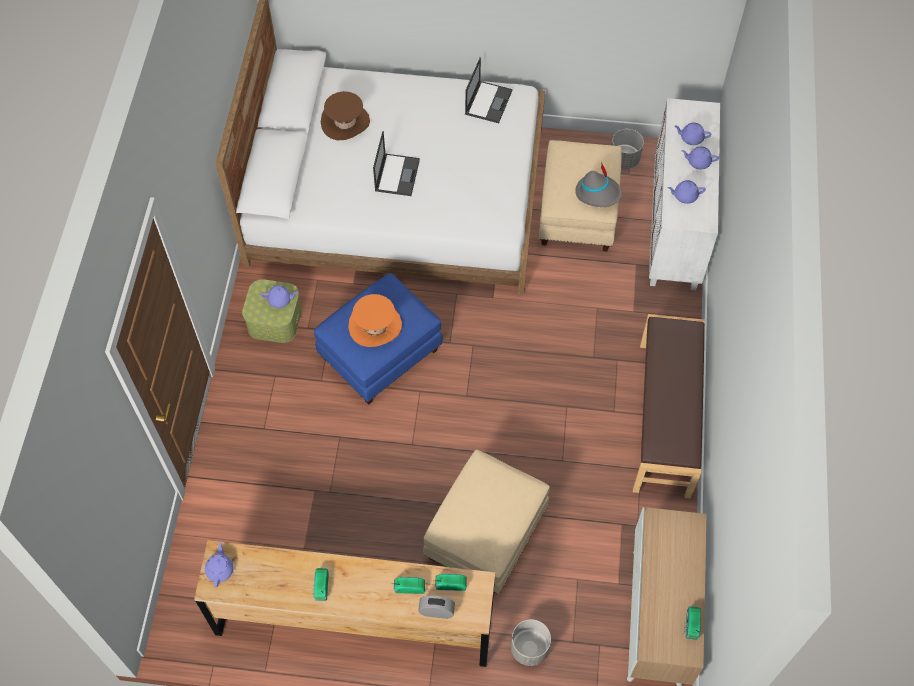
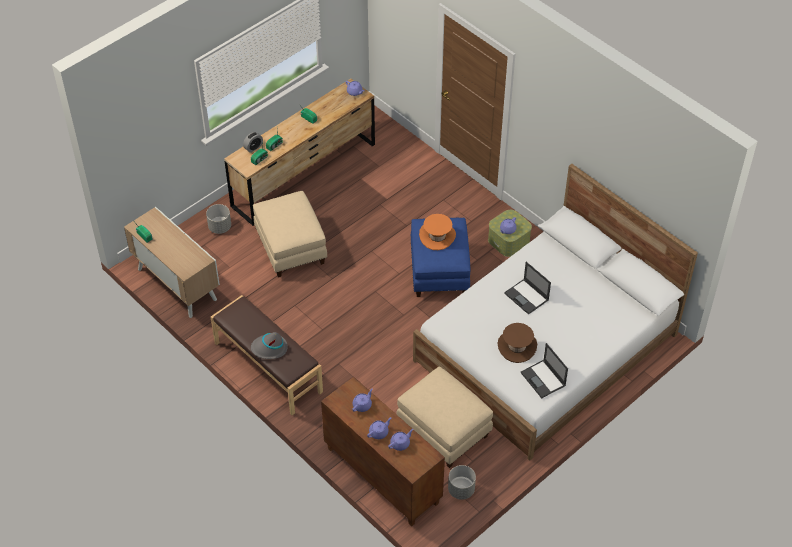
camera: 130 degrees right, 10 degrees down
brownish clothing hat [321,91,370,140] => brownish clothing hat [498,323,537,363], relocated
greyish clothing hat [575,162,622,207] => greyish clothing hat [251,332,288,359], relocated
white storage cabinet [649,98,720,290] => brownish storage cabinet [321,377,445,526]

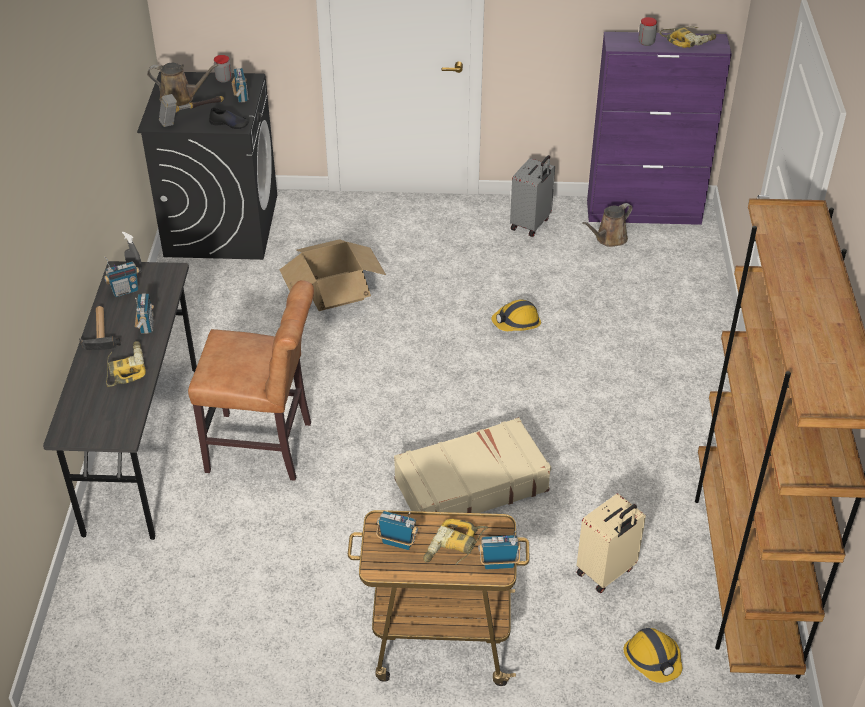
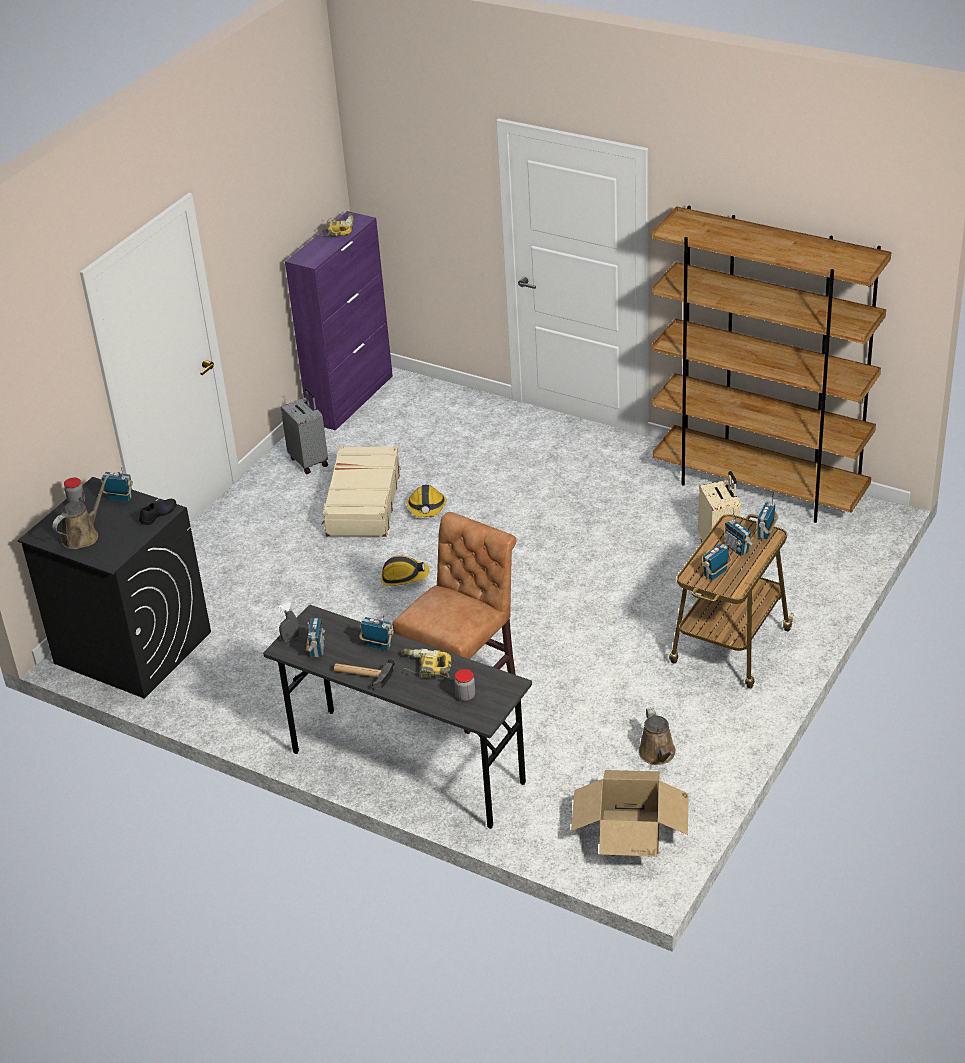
camera: 60 degrees left, 5 degrees down
hand hammer [159,94,224,127] => nothing
packing box [279,239,386,311] => packing box [571,770,689,857], relocated
beige piece of luggage [394,417,551,513] => beige piece of luggage [322,446,400,537], relocated
brownish watering pot [582,203,632,247] => brownish watering pot [638,707,676,765], relocated
safety helmet [623,628,682,683] => safety helmet [380,555,429,586], relocated
preserve jar [638,17,657,46] => preserve jar [454,669,475,701], relocated
power drill [423,519,488,565] => radio [725,508,753,556]

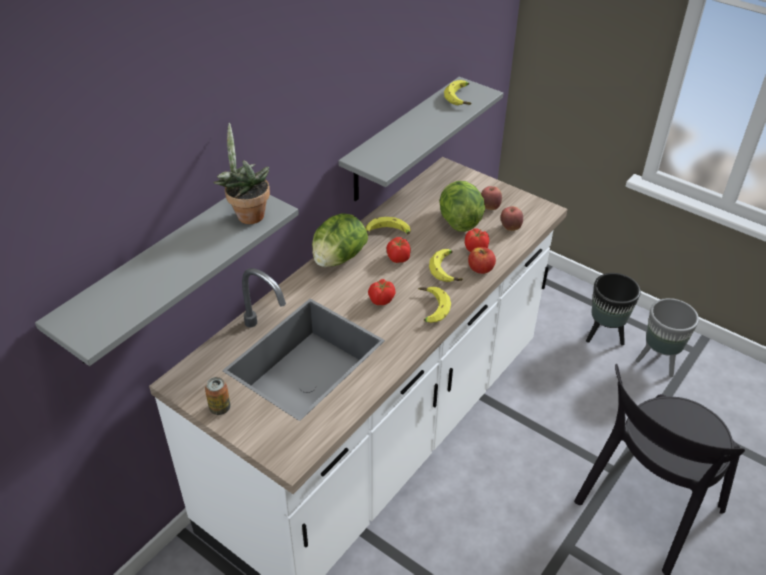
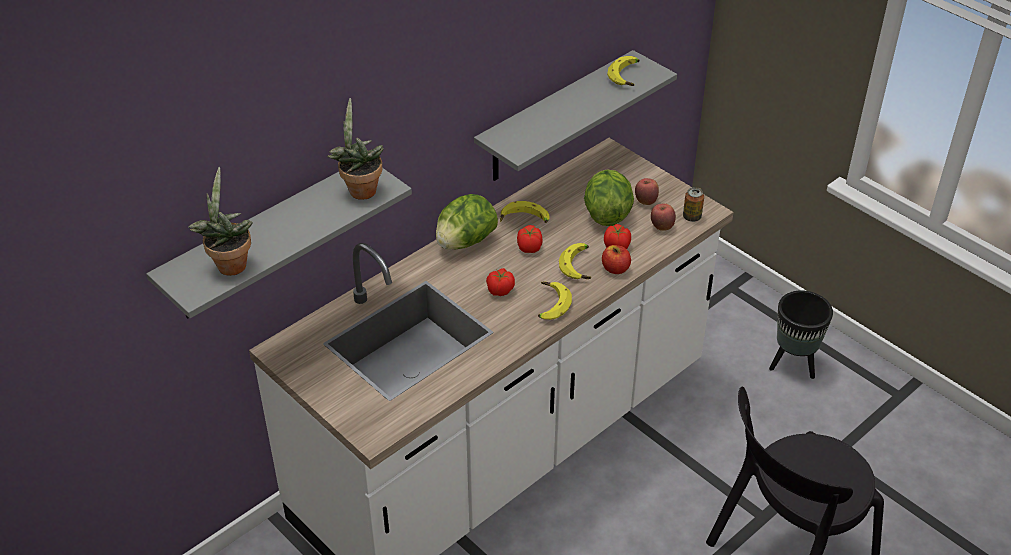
camera: 10 degrees right, 0 degrees up
greyish planter [636,298,699,378] => nothing
nothing => potted plant [188,167,253,276]
can [205,377,231,415] => can [683,187,704,222], relocated

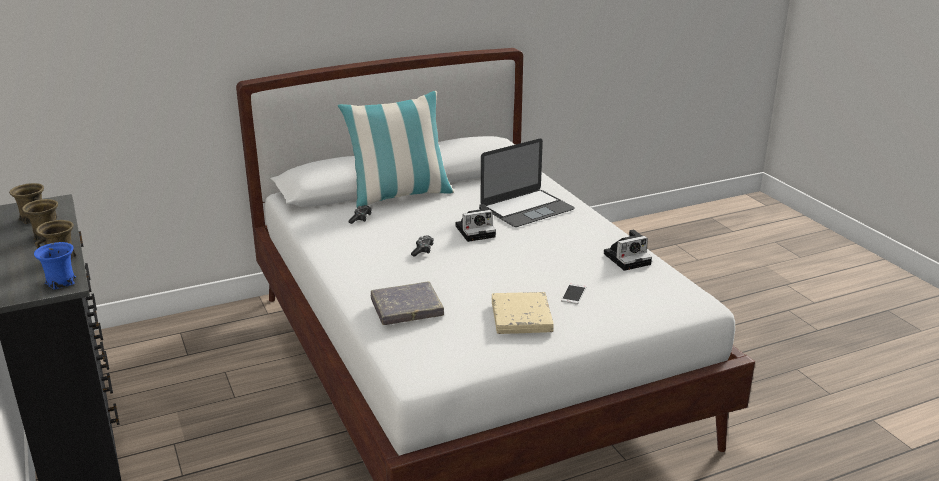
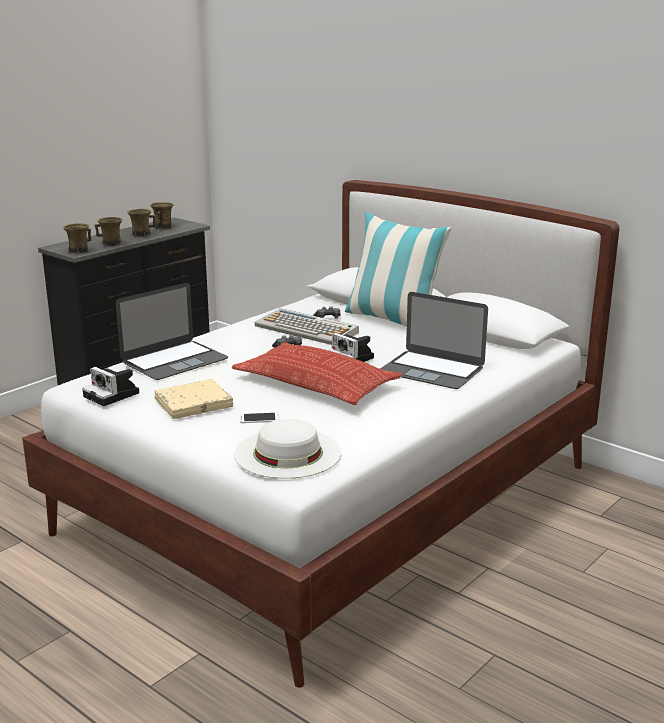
camera: 65 degrees right, 5 degrees down
nothing => pillow [232,342,403,405]
nothing => white clothing hat [234,419,342,479]
nothing => keyboard [255,308,359,345]
photo camera [604,229,652,271] => photo camera [82,367,139,406], relocated
greyish bound book [371,281,444,325] => notebook computer [116,283,228,380]
blue coffee mug [34,242,76,289] => brownish coffee mug [63,223,92,253]

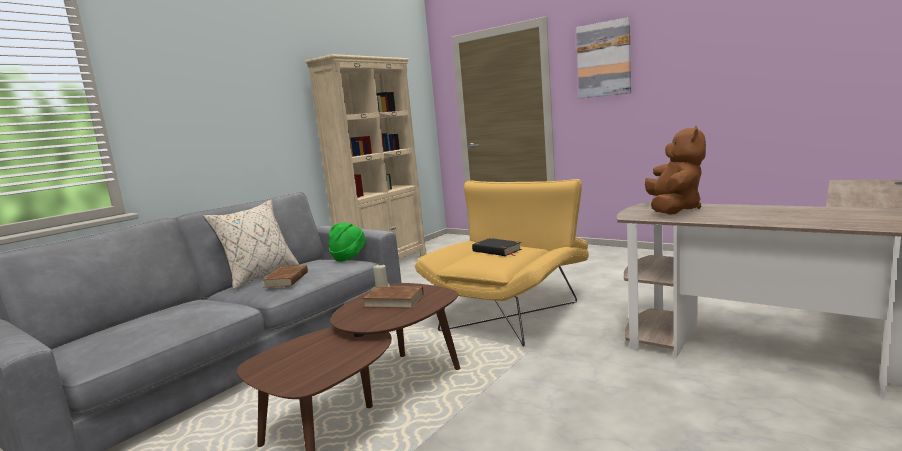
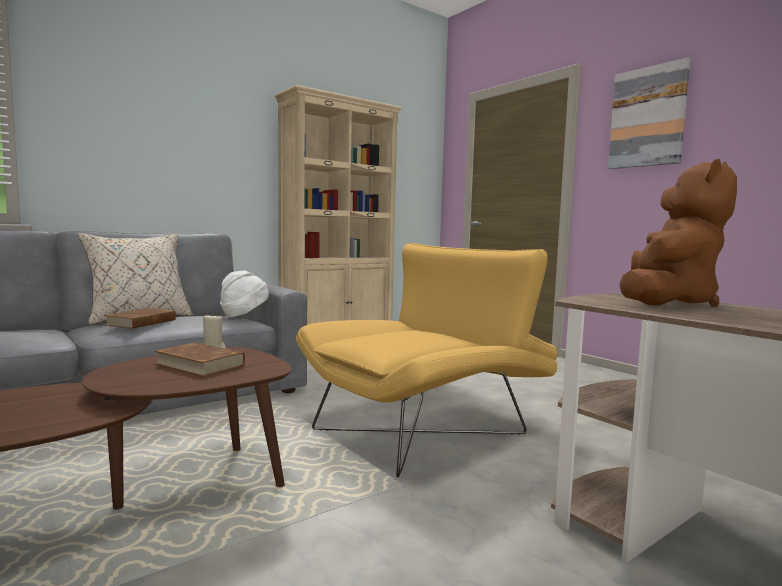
camera: 15 degrees right, 5 degrees down
black-coloured bound book [472,238,522,256] => nothing
green-coloured clothing hat [329,222,366,262] => white clothing hat [220,270,269,318]

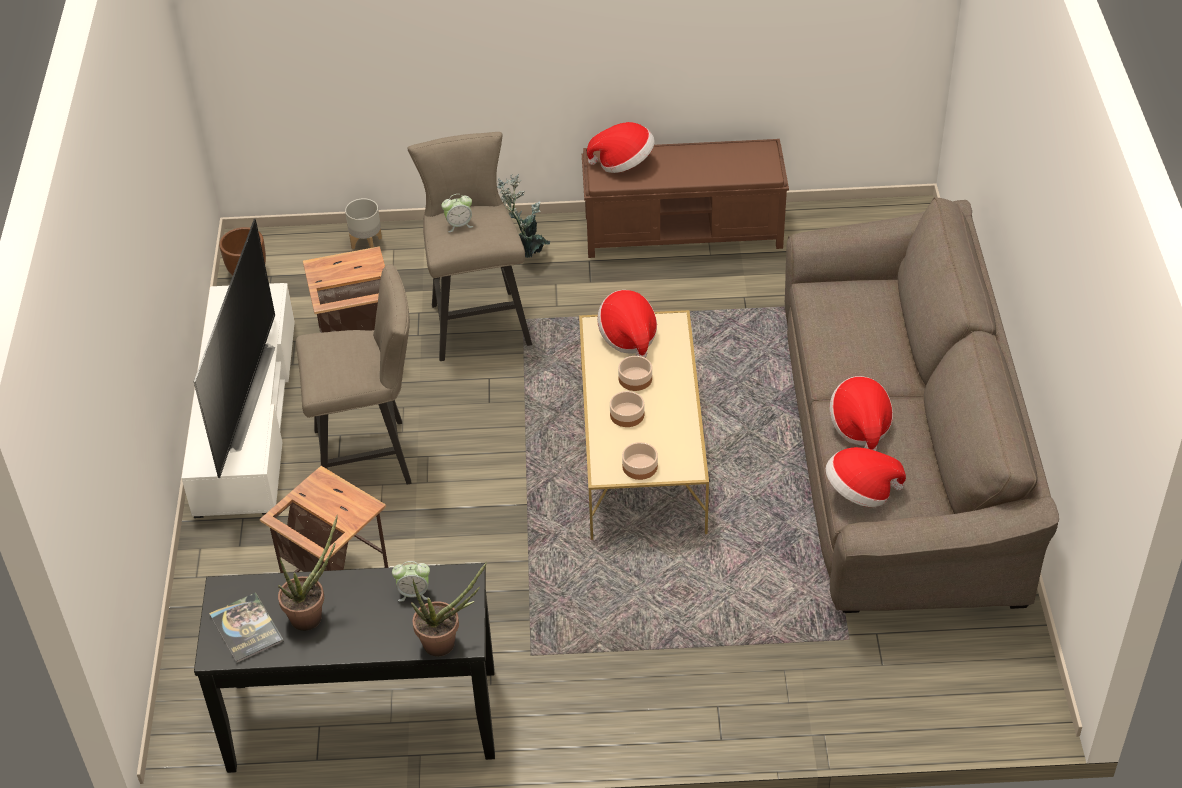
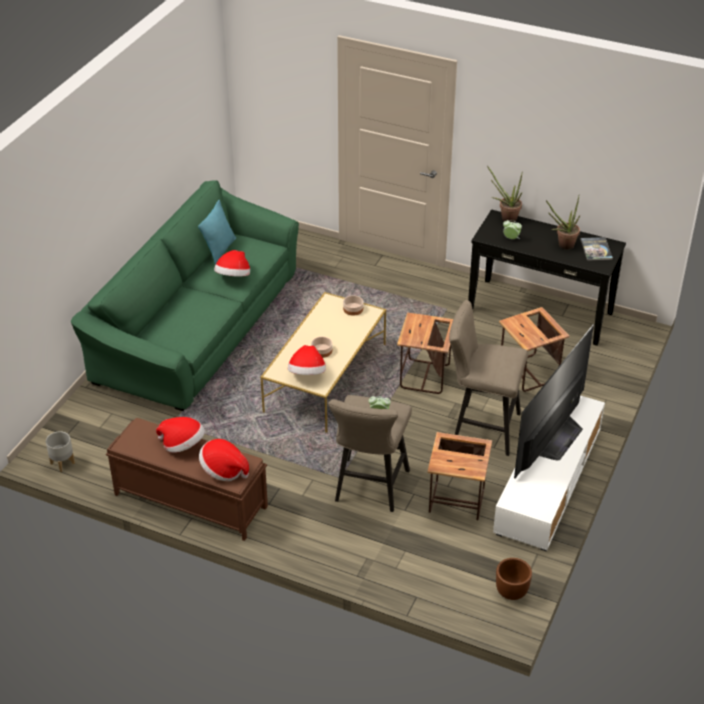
camera: 155 degrees left, 5 degrees down
potted plant [497,174,550,258] => nothing
serving bowl [610,391,644,427] => nothing
nothing => blue-green pillow [198,200,236,264]
nothing => accent table [397,312,453,394]
greyish planter [345,198,382,249] => greyish planter [46,431,75,472], relocated
clothing hat [826,447,906,507] => clothing hat [156,417,205,453], relocated
brownish settee [785,197,1059,613] => green-coloured settee [71,180,299,411]

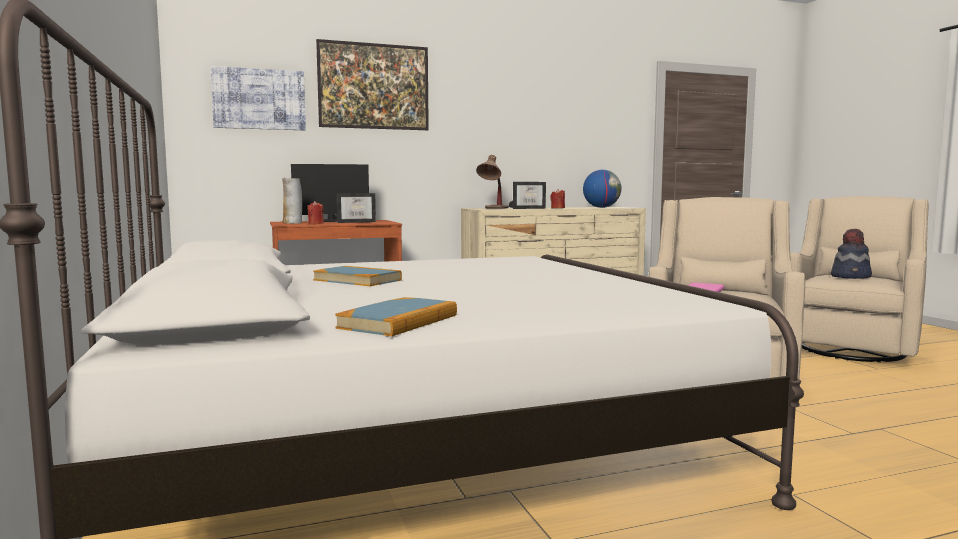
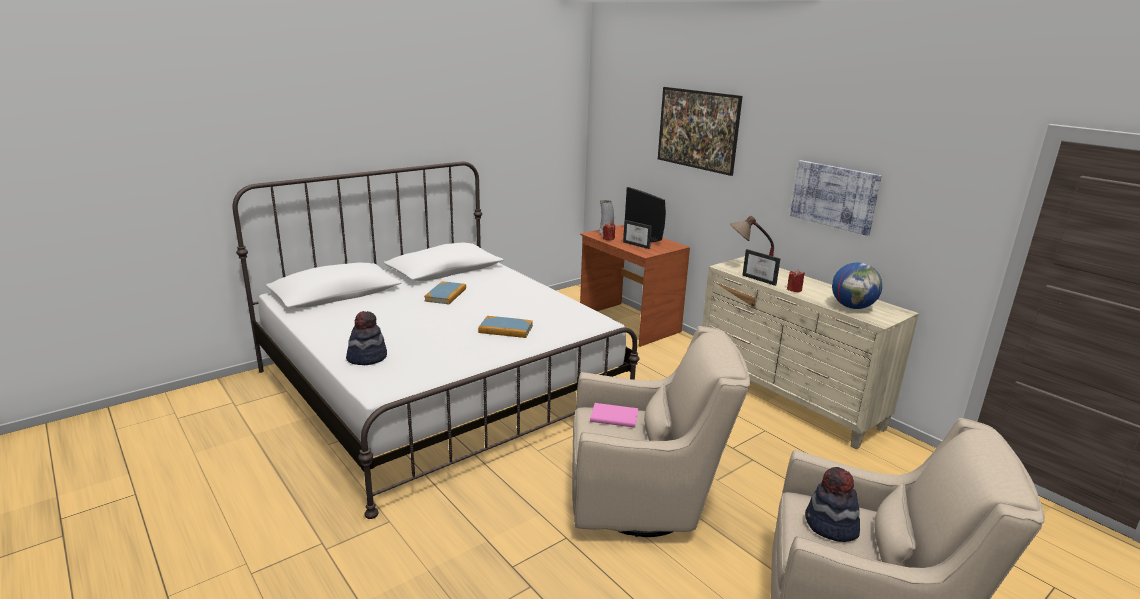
camera: 70 degrees right, 15 degrees up
nothing => clothing hat [346,311,387,365]
wall picture [210,66,306,130] => wall picture [790,160,882,236], relocated
bound book [335,297,457,336] => bound book [478,316,533,338], relocated

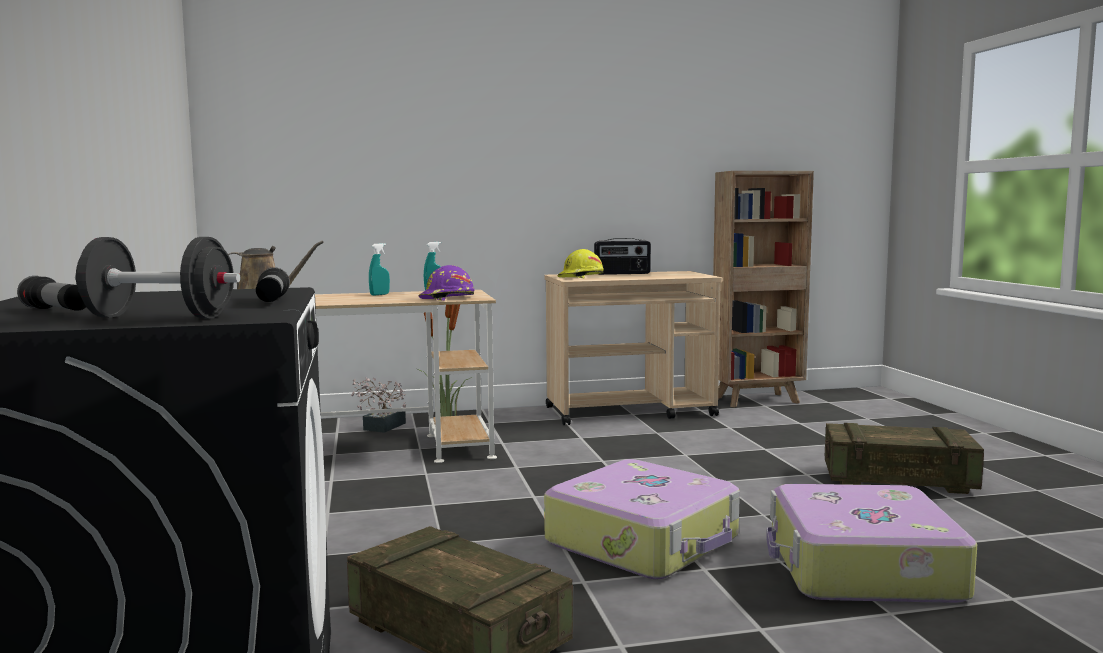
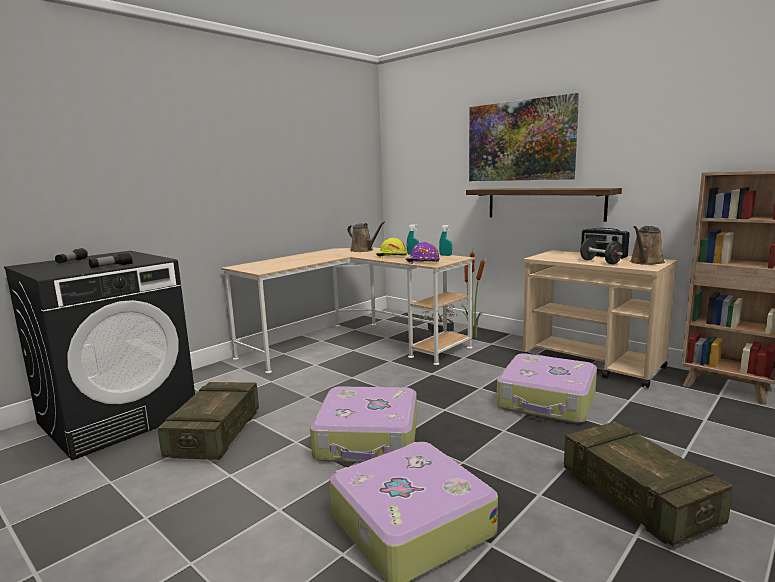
camera: 55 degrees right, 5 degrees up
nothing => wall shelf [466,188,622,222]
nothing => wall picture [469,93,579,181]
nothing => piece of luggage [497,353,597,423]
nothing => brownish watering pot [630,226,665,265]
black-coloured dumbbell [75,237,241,318] => black-coloured dumbbell [580,238,623,264], relocated
yellow-coloured safety helmet [558,249,604,278] => yellow-coloured safety helmet [375,238,407,258], relocated

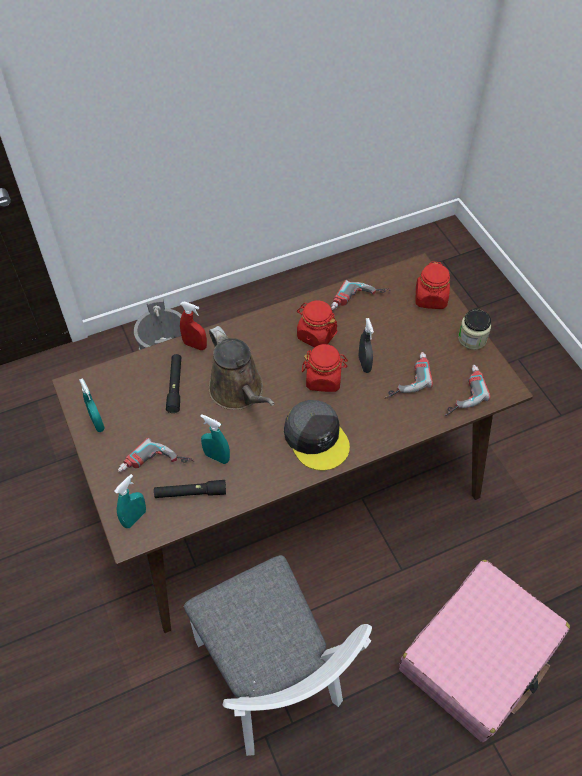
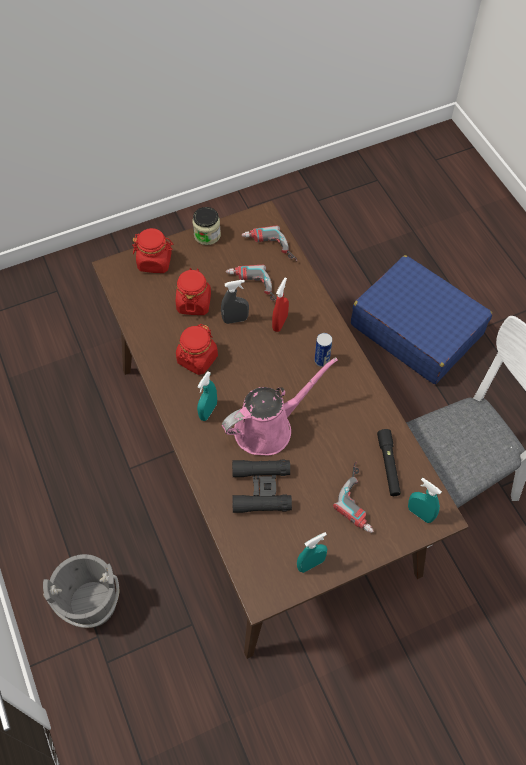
camera: 90 degrees left, 5 degrees up
power drill [331,280,391,310] => nothing
red hand sprayer [180,302,207,350] => red hand sprayer [272,277,289,332], relocated
blue-green hand sprayer [200,414,230,464] => blue-green hand sprayer [197,371,217,421], relocated
red preserve jar [302,344,348,392] => red preserve jar [176,268,211,315], relocated
black-coloured torch [166,354,181,413] => black-coloured binoculars [232,459,292,513]
greyish cap [284,400,350,471] => can [315,333,332,367]
brownish watering pot [209,326,275,410] => pink-coloured watering pot [222,357,338,456]
pink-coloured piece of luggage [399,560,570,742] => blue piece of luggage [351,255,492,384]

